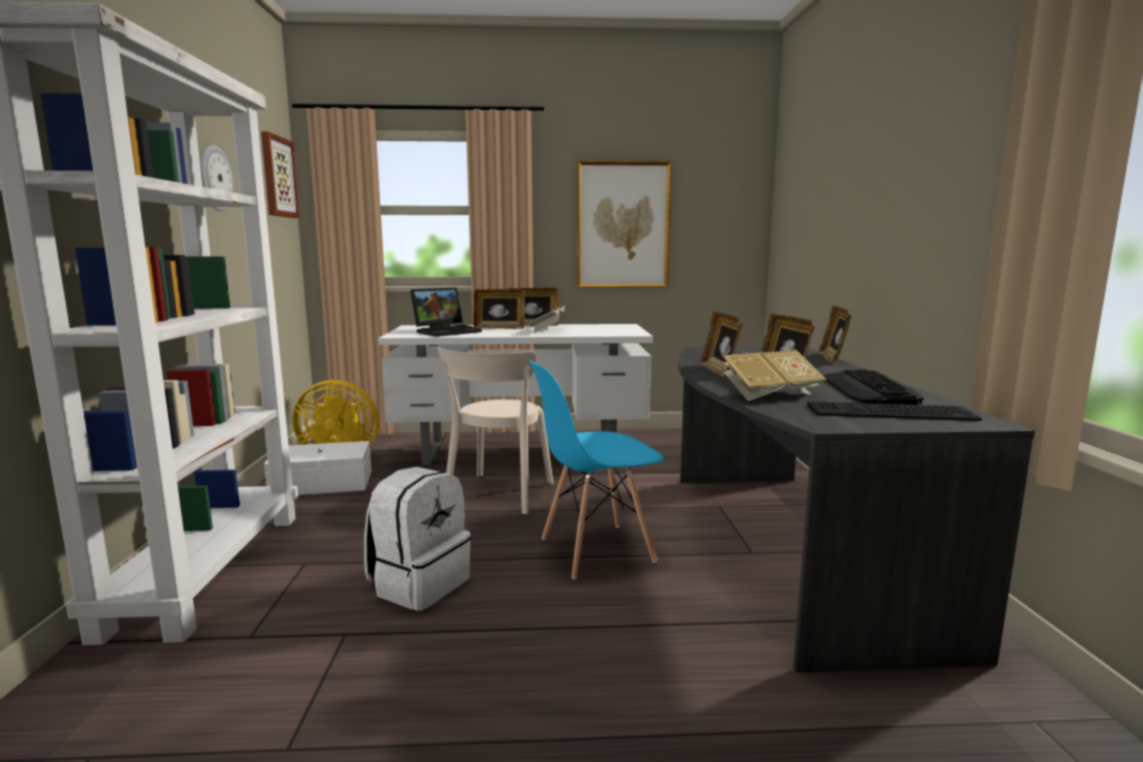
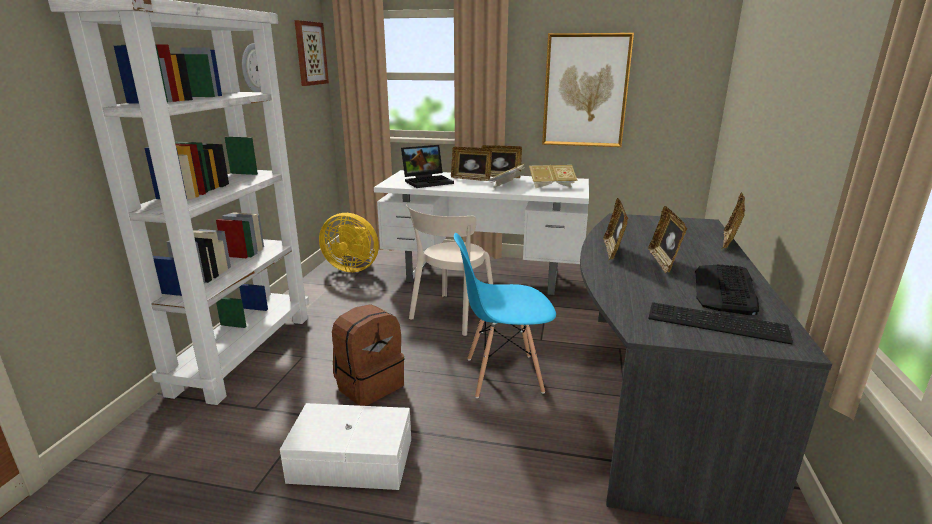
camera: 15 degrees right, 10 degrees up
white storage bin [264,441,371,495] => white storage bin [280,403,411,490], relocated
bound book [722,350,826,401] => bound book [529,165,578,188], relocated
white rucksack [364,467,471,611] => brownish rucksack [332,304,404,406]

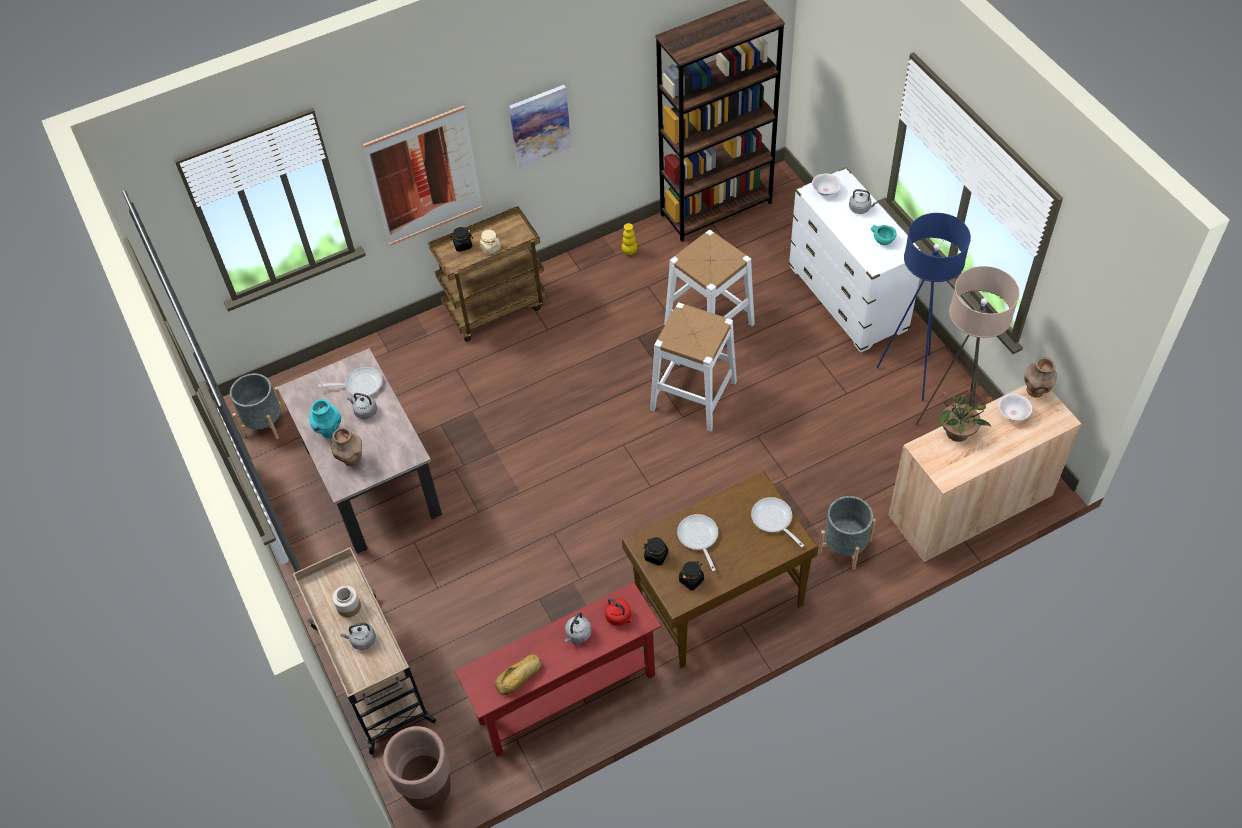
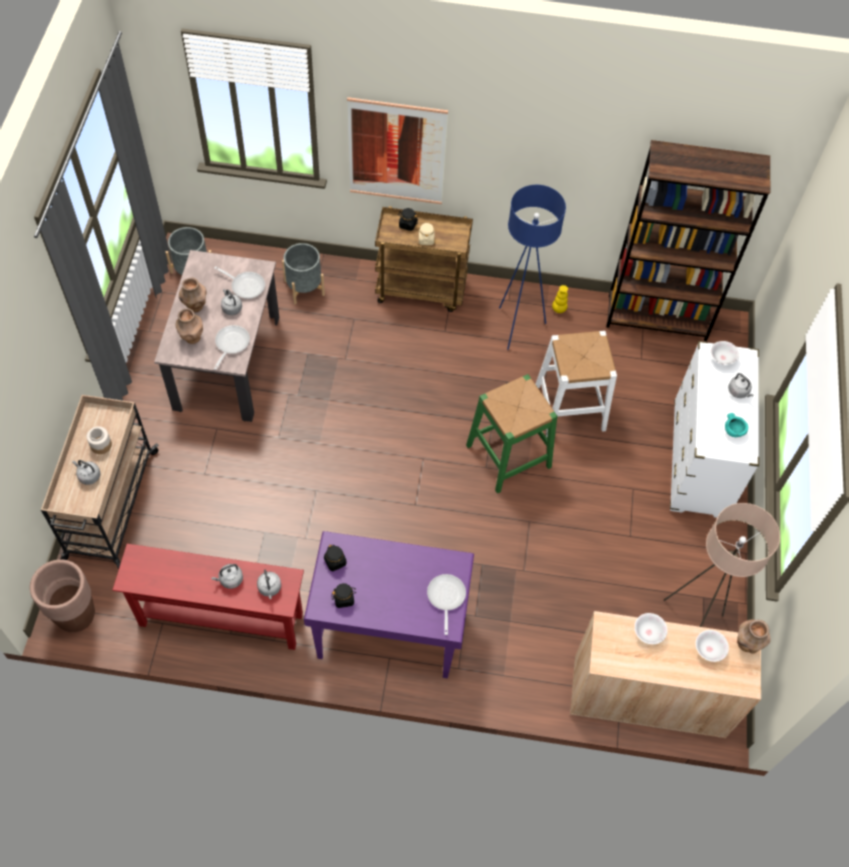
camera: 30 degrees right, 5 degrees up
bread [495,654,541,695] => nothing
wall picture [509,85,572,168] => nothing
frying pan [677,514,718,571] => frying pan [214,325,250,370], relocated
greyish planter [818,496,876,570] => greyish planter [282,243,325,304], relocated
blue standard lamp [876,213,971,401] => blue standard lamp [499,185,566,350], relocated
potted plant [939,387,992,442] => white serving bowl [634,613,667,644]
blue-green decorative vase [309,399,341,438] => brownish decorative vase [179,277,206,312]
red water kettle [605,598,633,626] => greyish water kettle [257,569,281,599]
brownish desk [622,471,819,668] => purplish desk [304,531,474,678]
white stool [650,302,737,432] => green-coloured stool [466,374,558,493]

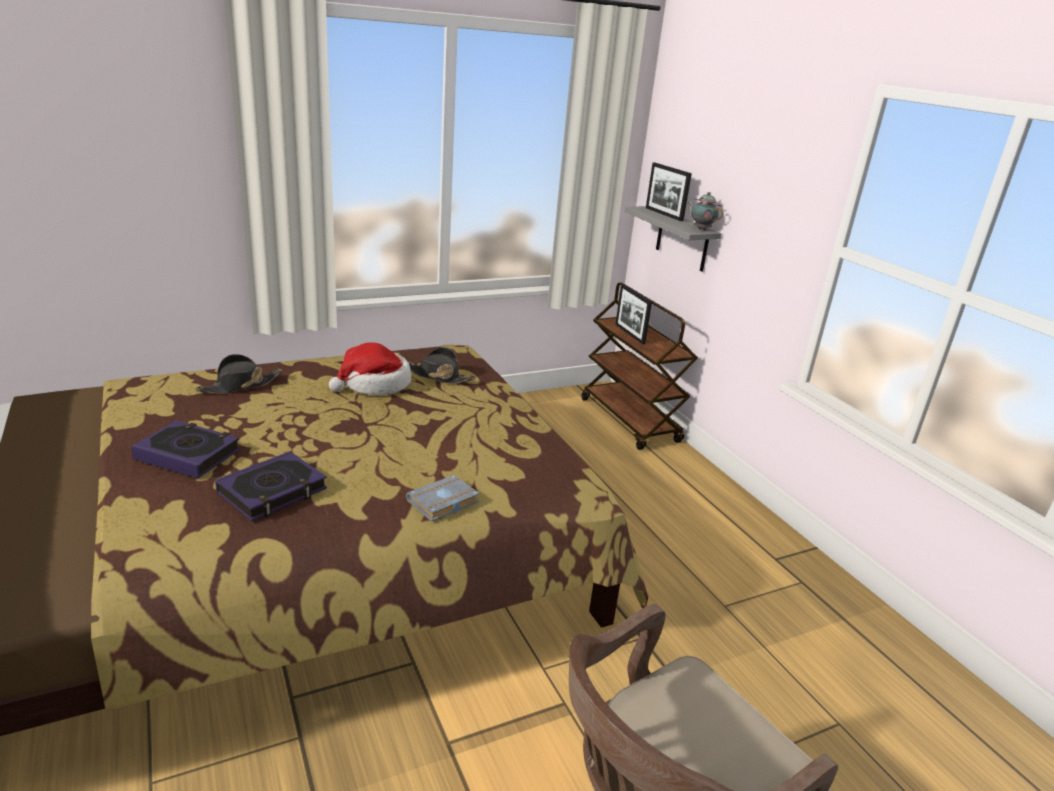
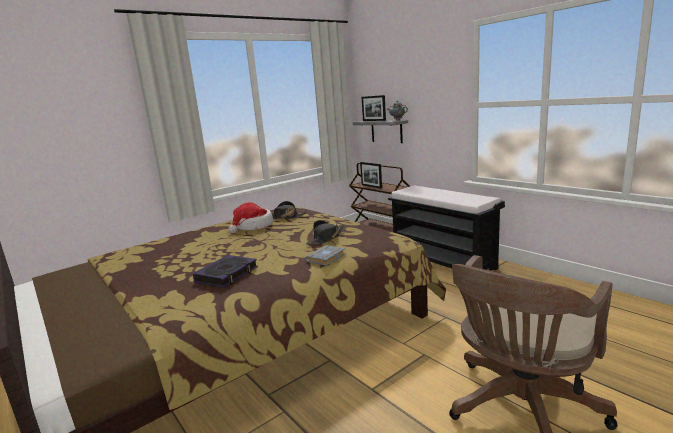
camera: 10 degrees left, 10 degrees down
bound book [131,420,241,478] => nothing
nothing => black-coloured indoor bench [388,185,505,270]
black-coloured clothing hat [196,354,282,394] => black-coloured clothing hat [306,220,344,245], relocated

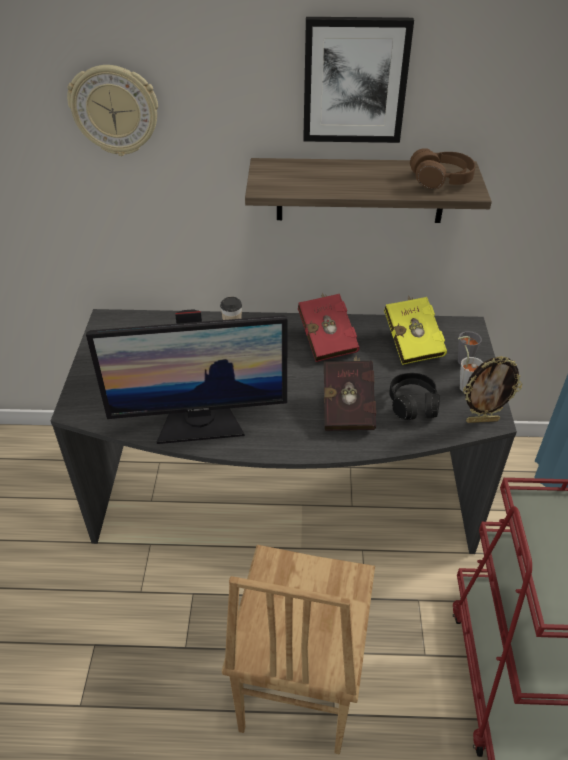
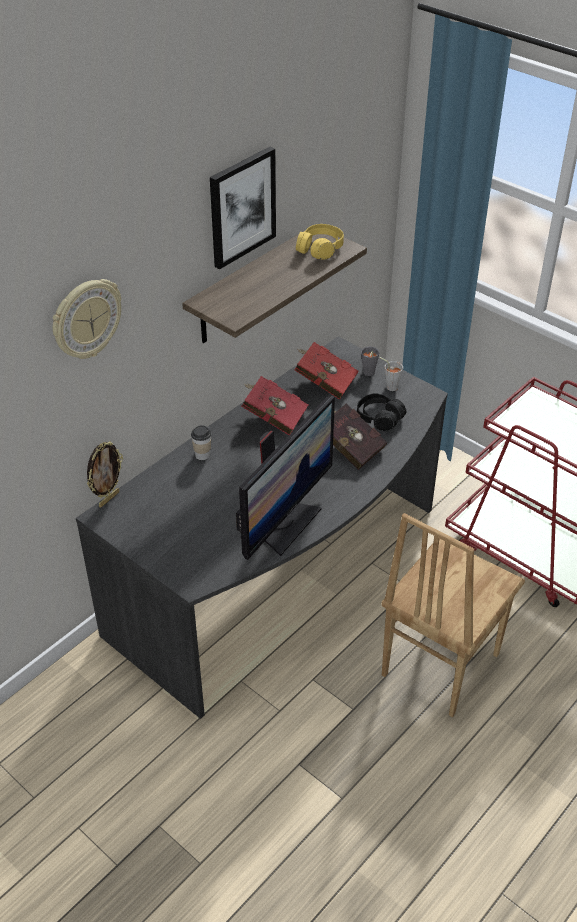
camera: 50 degrees left, 0 degrees up
photo frame [463,356,523,423] => photo frame [87,442,123,507], relocated
yellow-coloured bound book [384,295,447,365] => red bound book [294,342,359,400]
brownish pair of headphones [410,148,476,189] => yellow-coloured pair of headphones [296,224,344,260]
brownish plain chair [222,545,375,755] => brownish plain chair [381,513,525,717], 75 degrees clockwise

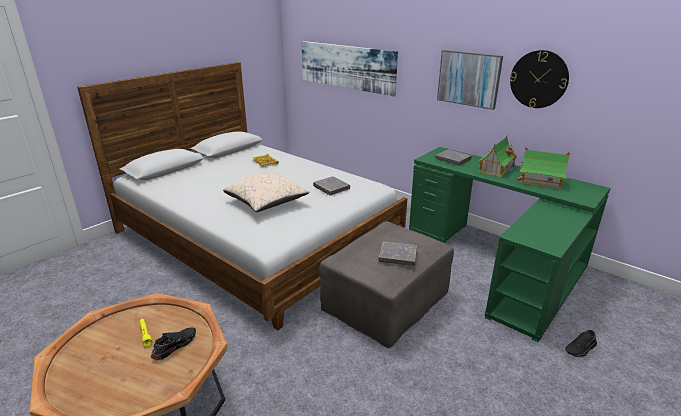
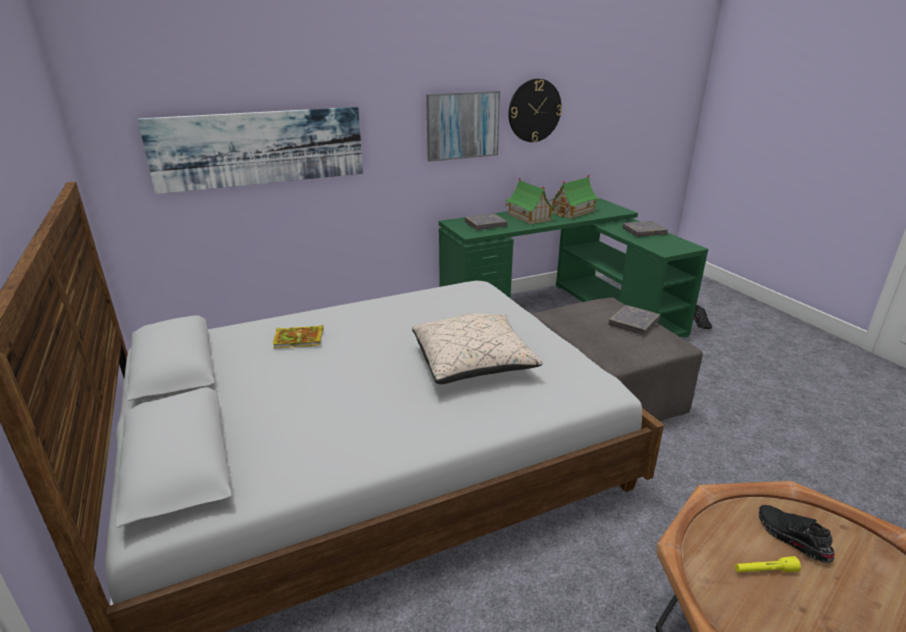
camera: 65 degrees left, 0 degrees up
greyish bound book [313,176,350,195] => greyish bound book [622,221,668,237], relocated

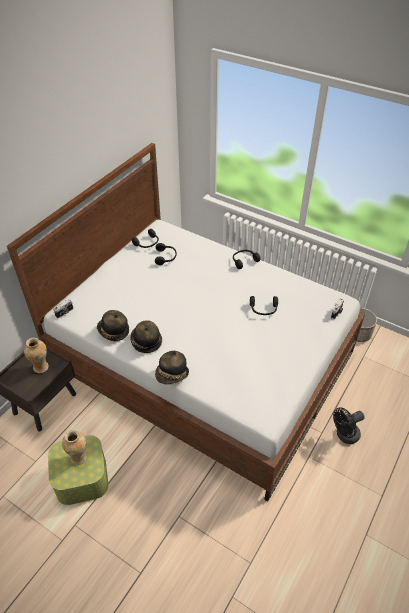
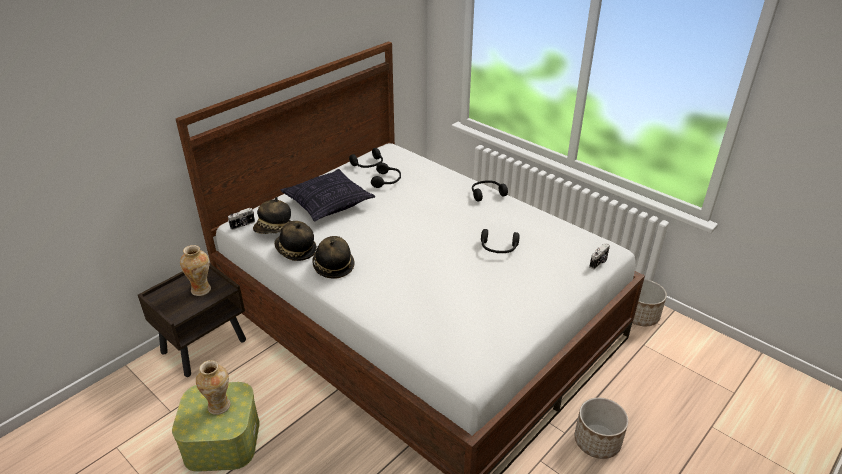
camera: 10 degrees right, 10 degrees down
nothing => pillow [281,169,375,222]
clothing hat [155,351,189,385] => clothing hat [253,197,291,234], relocated
black-coloured cooling fan [333,407,364,444] => planter [575,397,628,459]

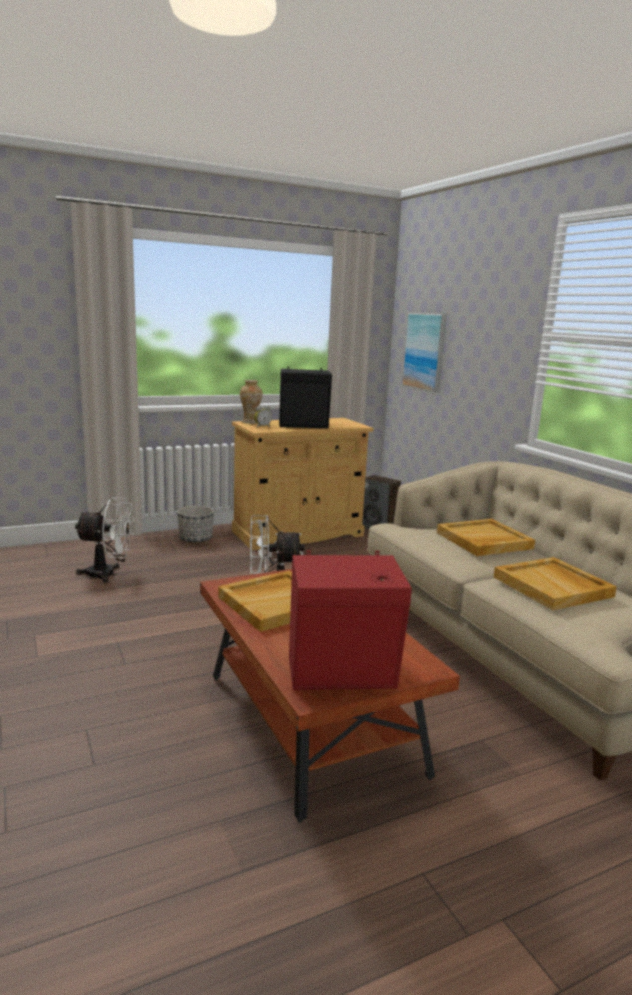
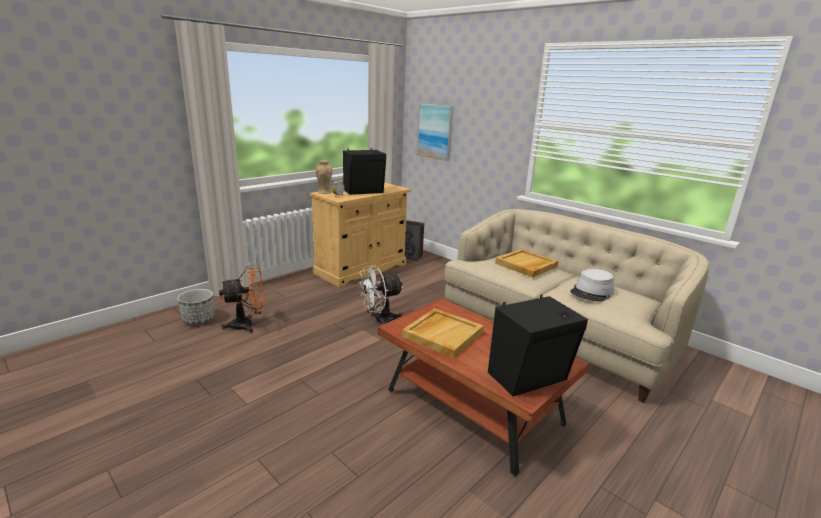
camera: 20 degrees left, 5 degrees up
planter [177,506,214,543] => planter [177,289,214,325], relocated
beige carrying tray [494,557,617,610] => greyish clothing hat [570,269,614,302]
white cooling fan [74,497,134,583] => orange-coloured cooling fan [219,265,264,333]
red audio speaker [289,550,412,690] => black-coloured audio speaker [488,295,588,396]

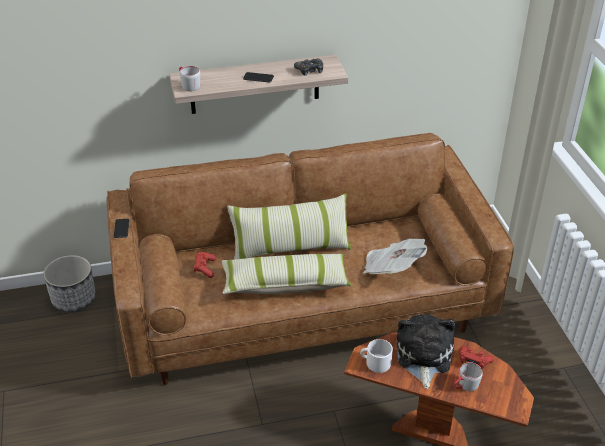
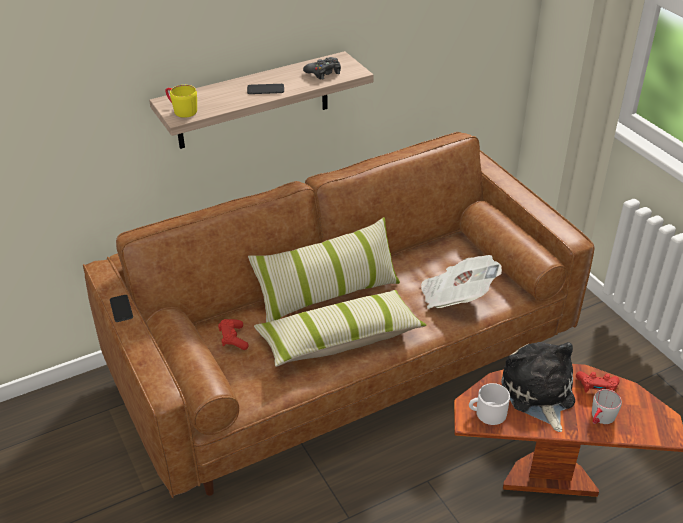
camera: 15 degrees left, 0 degrees up
planter [43,255,96,312] => nothing
greyish coffee mug [179,66,200,91] => yellow-coloured coffee mug [165,85,197,118]

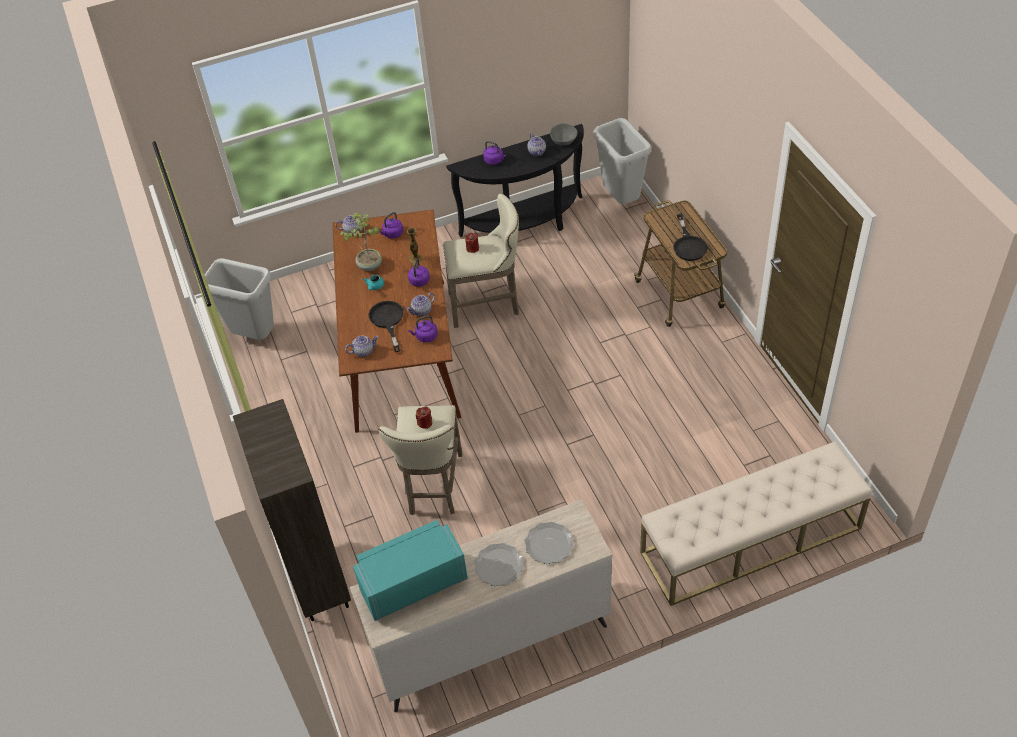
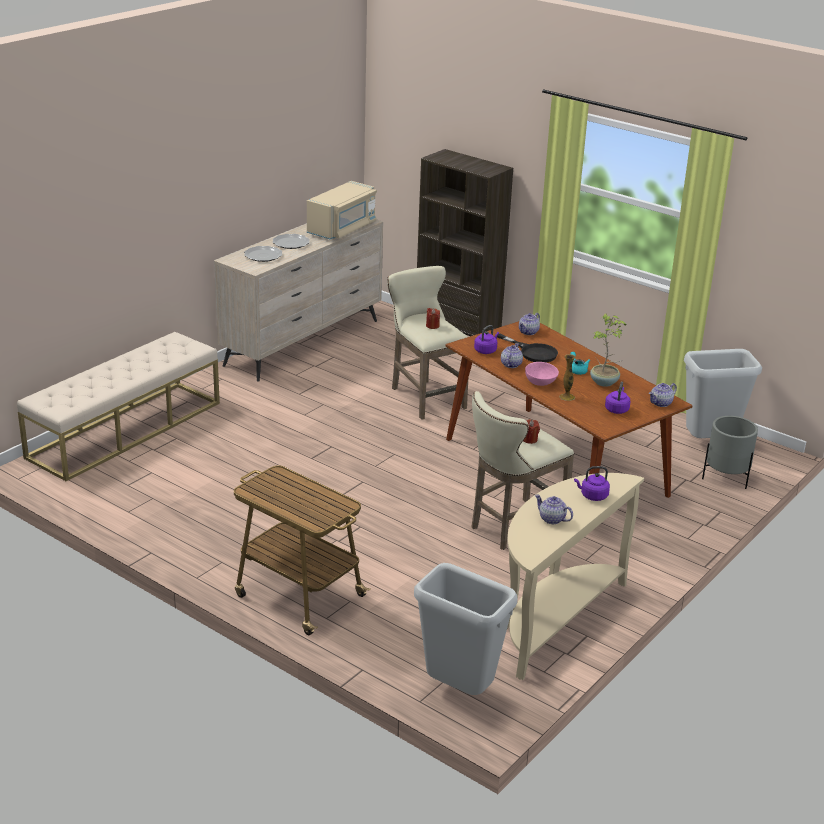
camera: 145 degrees right, 20 degrees down
greyish serving bowl [550,123,577,146] => nothing
black-coloured frying pan [673,214,708,261] => nothing
nothing => greyish planter [702,416,758,489]
purplish water kettle [408,259,430,287] => pink-coloured serving bowl [525,362,559,386]
blue-green microwave oven [353,520,468,621] => beige microwave oven [307,181,377,239]
black-coloured narrow table [446,124,584,237] => beige narrow table [507,473,644,680]

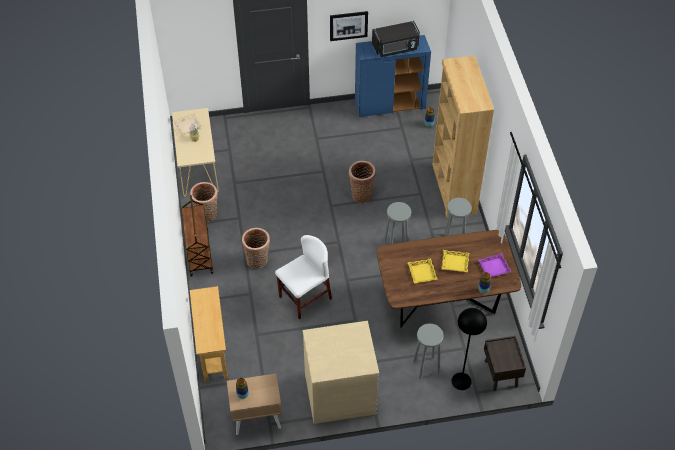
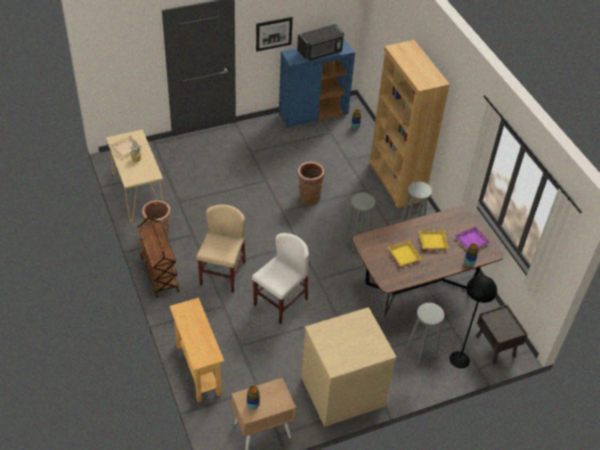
camera: 15 degrees left, 5 degrees down
basket [242,228,270,269] => beige plain chair [196,204,246,293]

